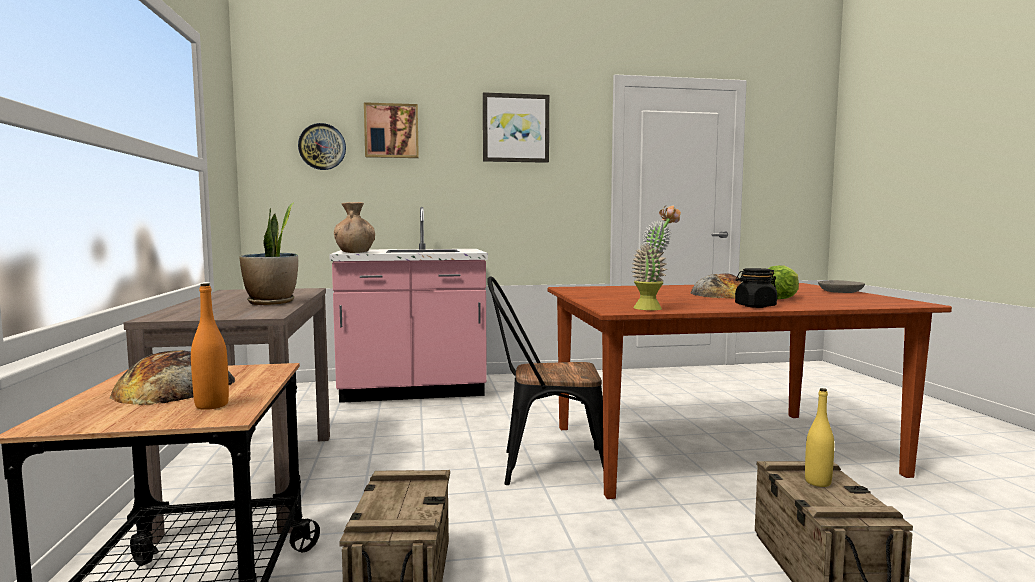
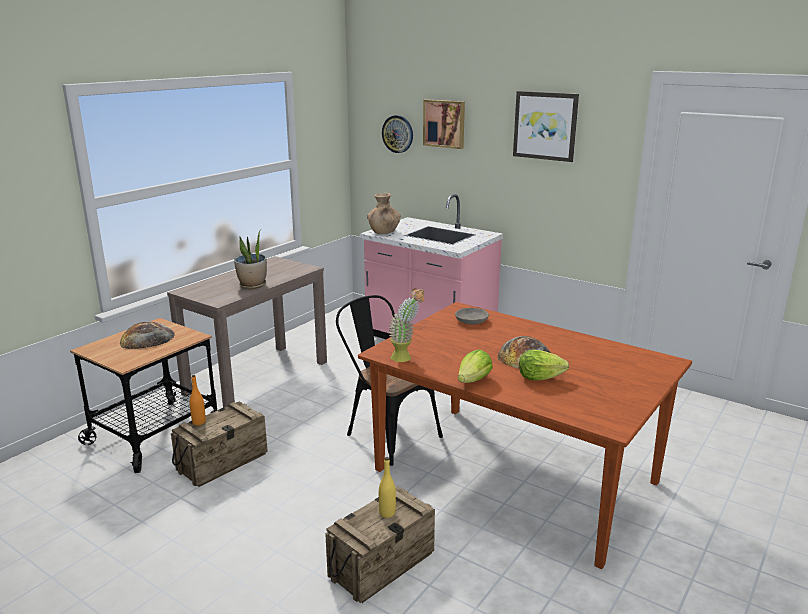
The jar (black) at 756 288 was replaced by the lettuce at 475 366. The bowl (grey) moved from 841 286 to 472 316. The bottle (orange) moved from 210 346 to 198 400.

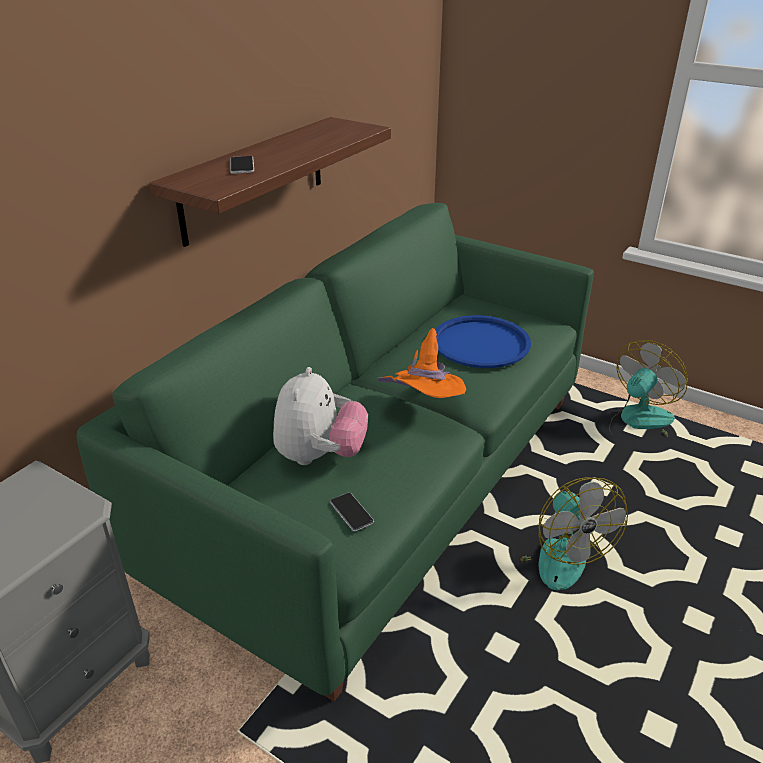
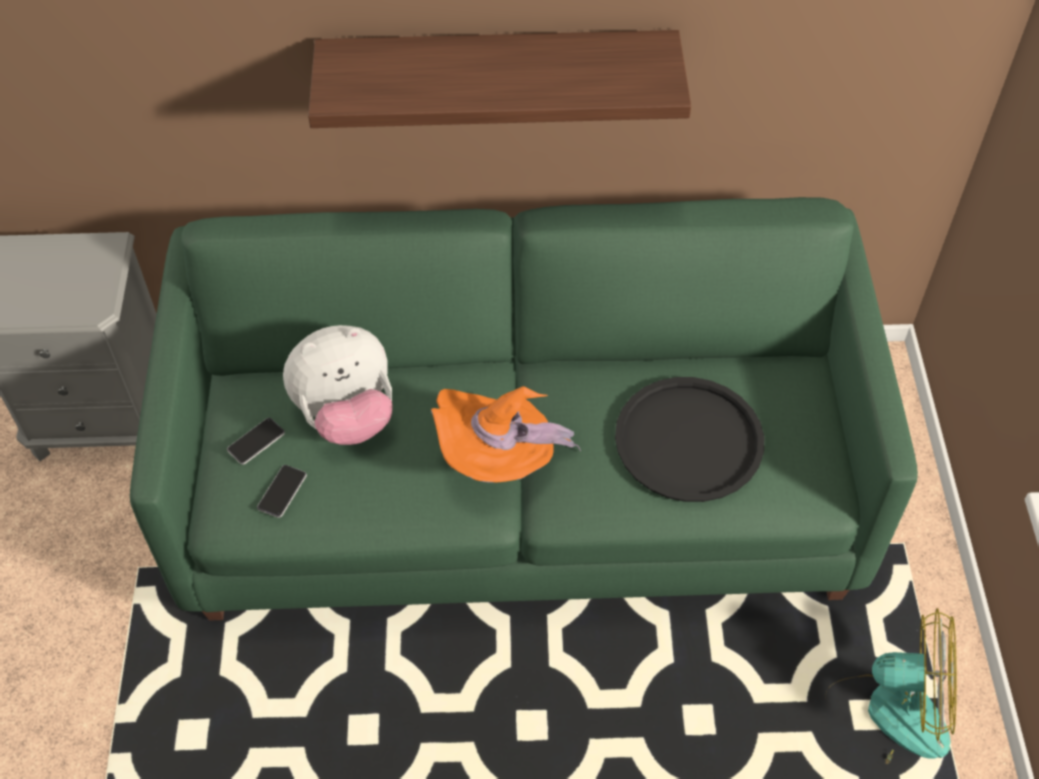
The phone moved from 242 165 to 256 441. The tray (blue) at 483 341 became the tray (black) at 689 439. The fan at 574 533 disappeared.

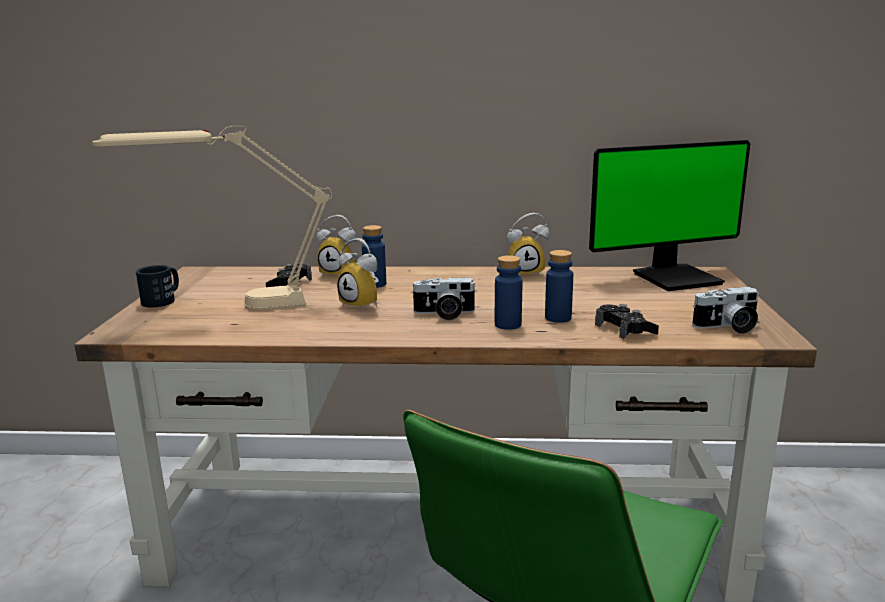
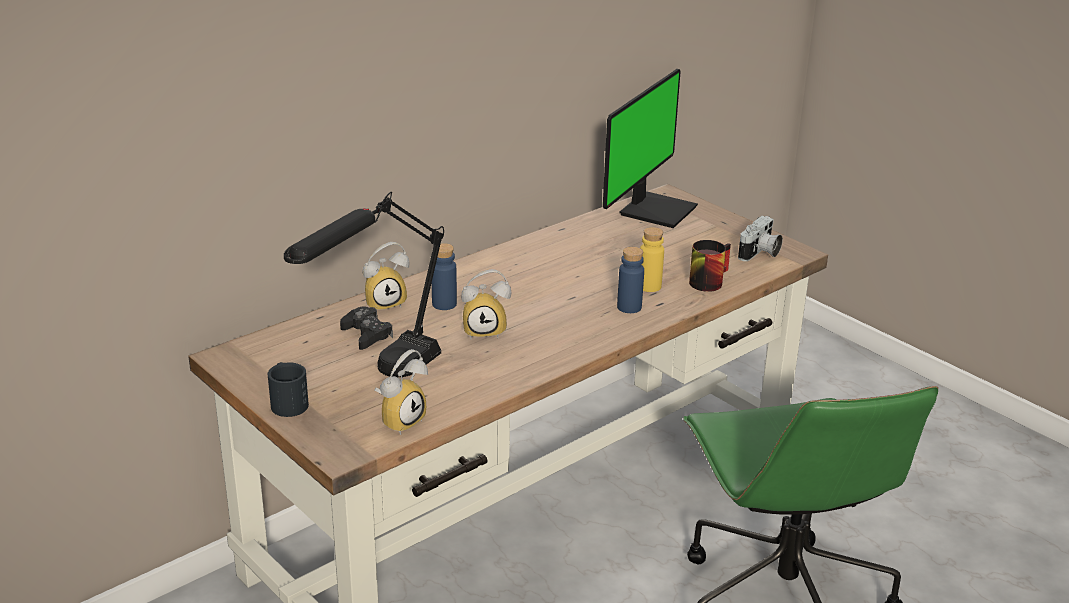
The table lamp (beige) at 212 218 became the table lamp (black) at 364 284. The alarm clock moved from 528 245 to 401 392. The bottle (blue) at 559 286 became the bottle (yellow) at 652 259. The photo camera at 444 298 disappeared. The game controller (black) at 627 321 was replaced by the mug at 710 266.

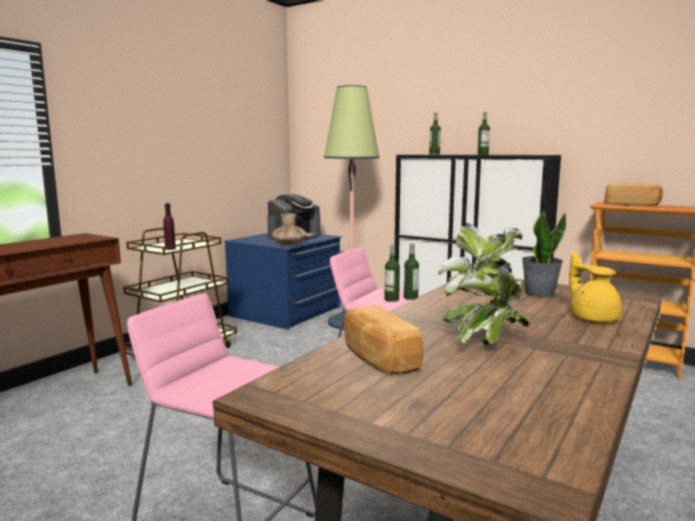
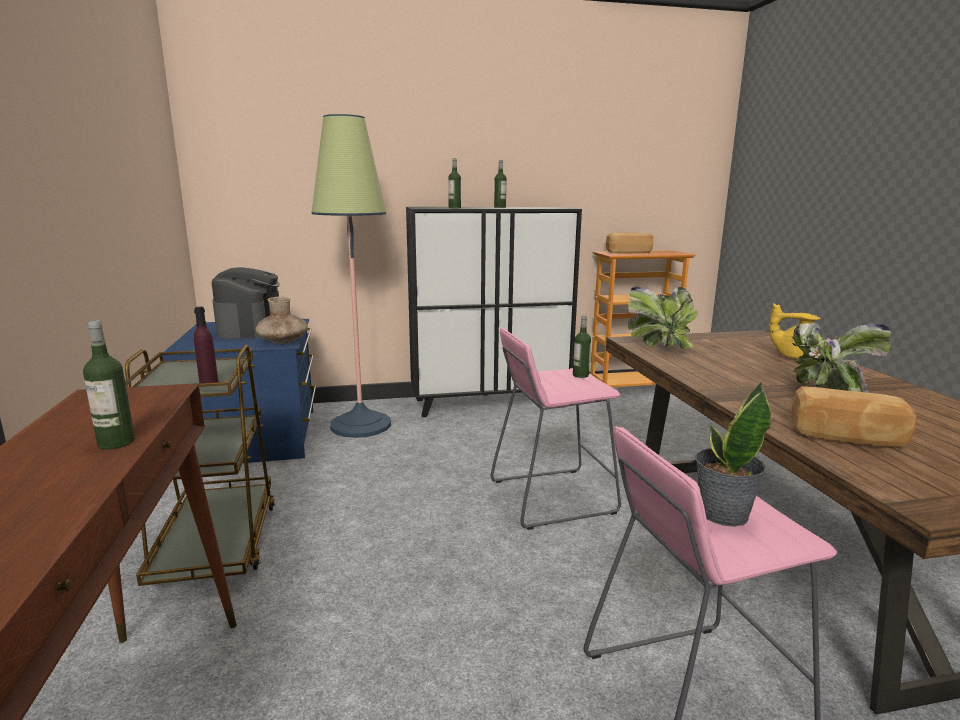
The potted plant moved from 544 254 to 733 454. The bottle moved from 392 273 to 109 385.

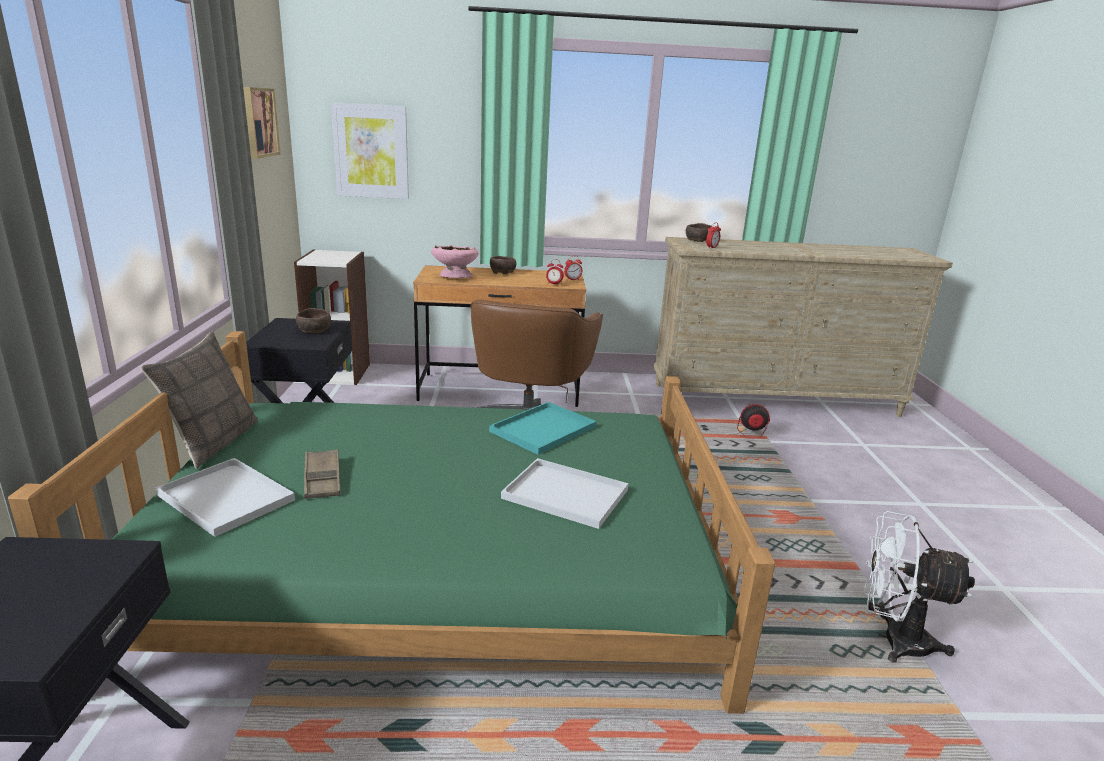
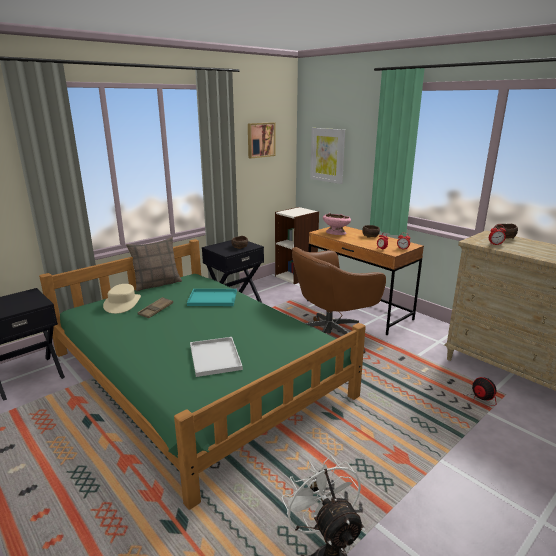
The tray (turquoise) moved from 543 428 to 212 297. The tray (white) at 225 497 was replaced by the hat (beige) at 122 299.

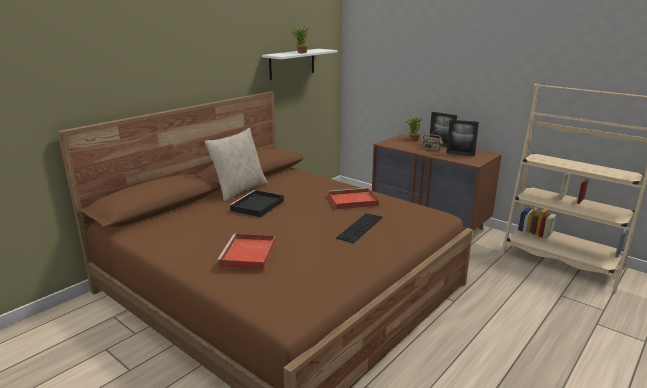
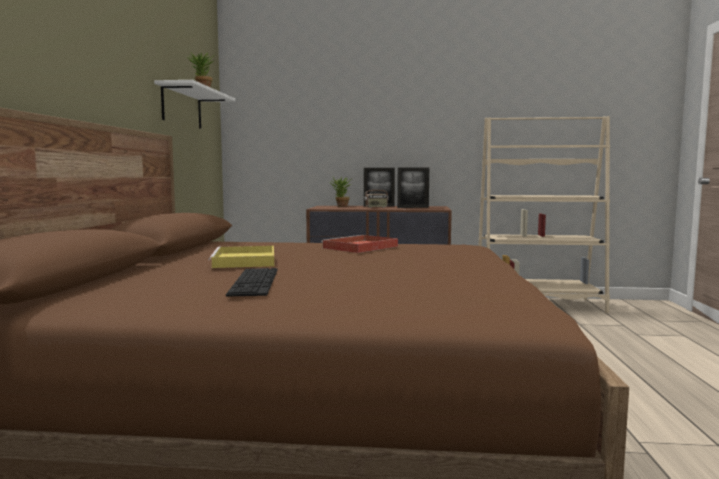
The pillow (beige) at 236 164 disappeared. The tray (black) at 256 203 became the tray (yellow) at 241 257. The keyboard moved from 359 228 to 252 282. The tray (red) at 246 251 disappeared.

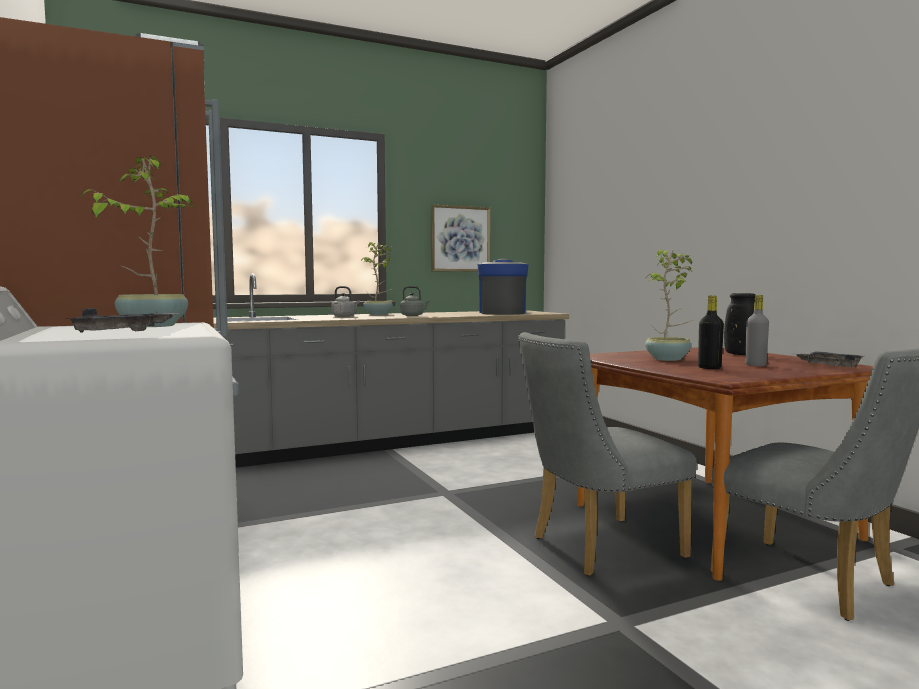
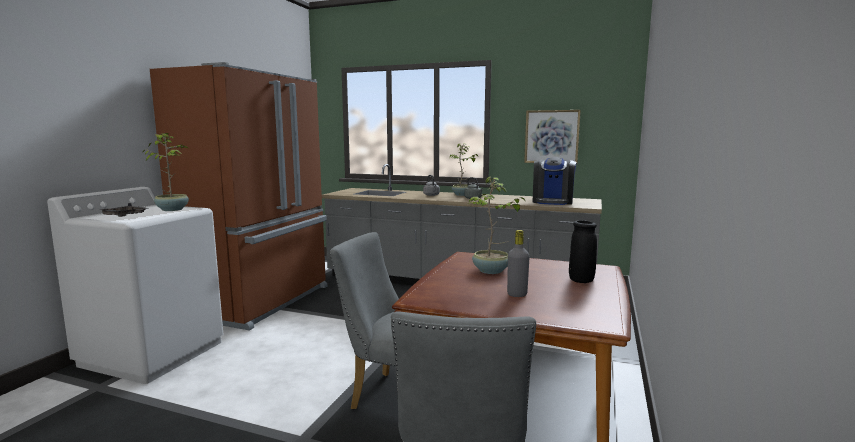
The coffee machine at 503 287 turned 150 degrees clockwise. The bottle (black) at 711 332 disappeared. The tray (grey) at 829 359 disappeared.

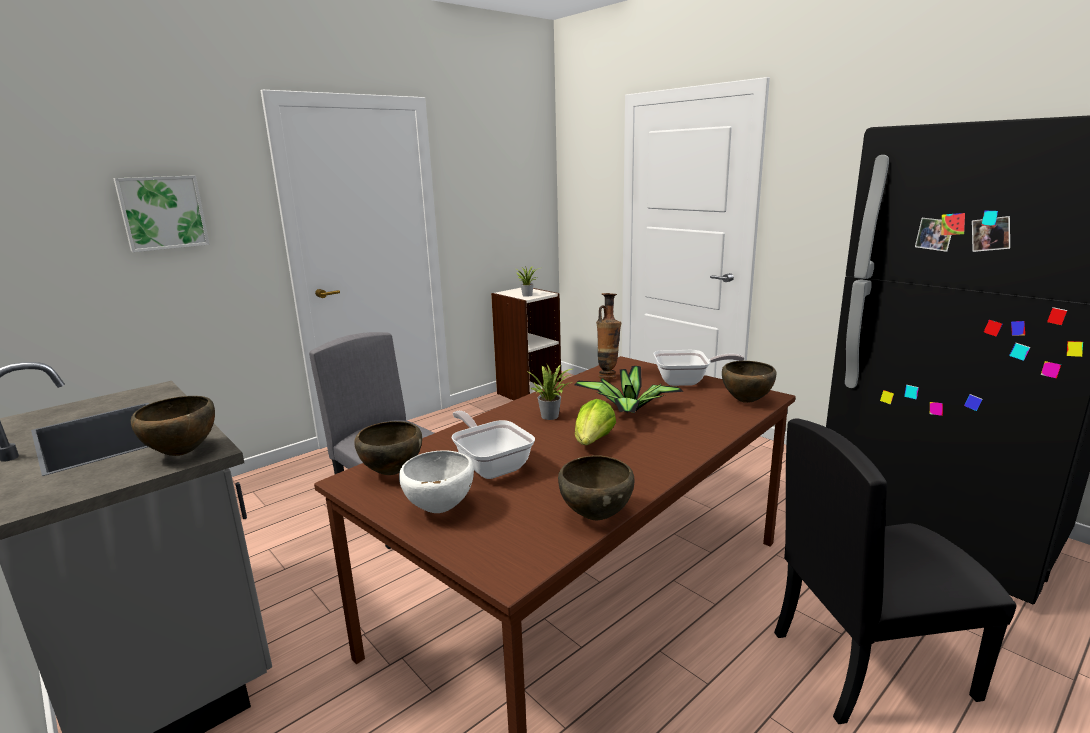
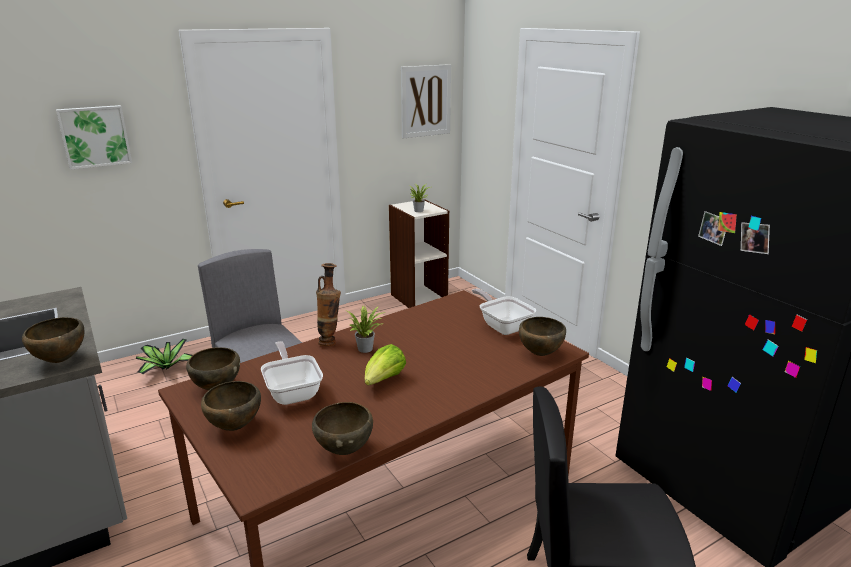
The vase moved from 608 336 to 328 304. The frying pan at 699 368 turned 135 degrees counterclockwise. The potted plant moved from 629 389 to 164 356. The bowl (white) at 436 482 became the bowl (brown) at 231 406. The picture at 426 101 appeared.

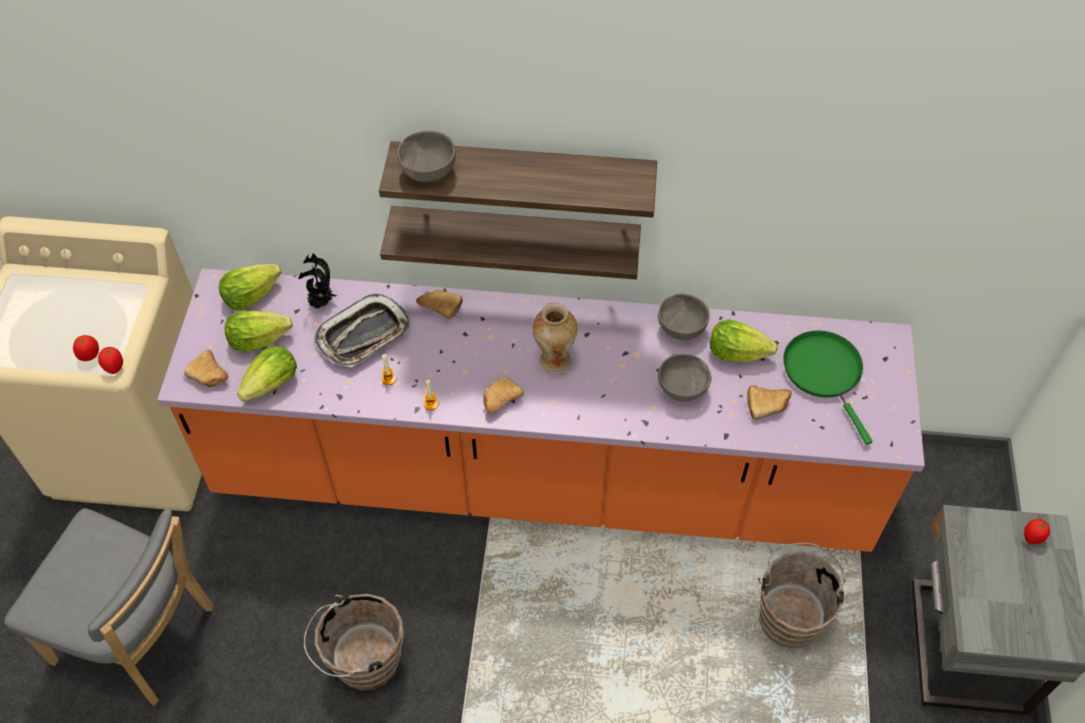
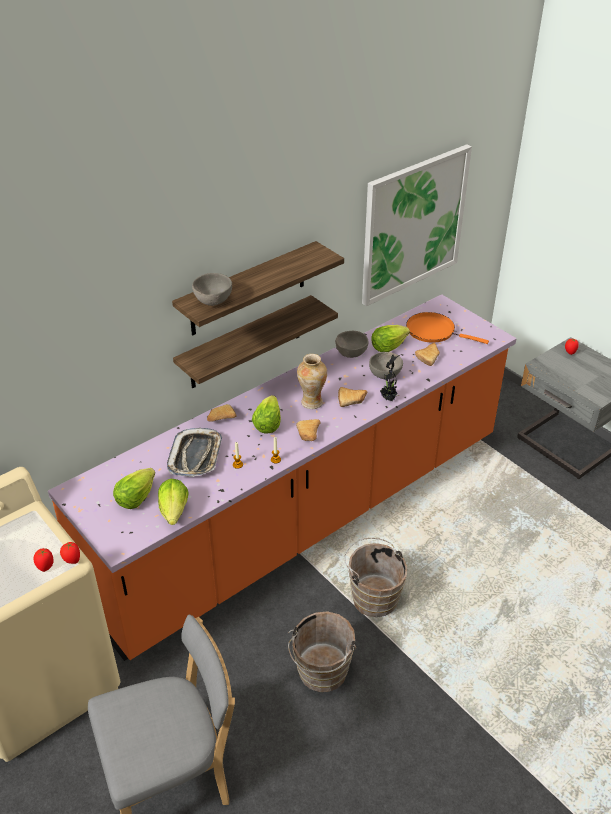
The potted plant moved from 317 281 to 390 378. The lettuce moved from 250 287 to 266 414. The frying pan (green) at 828 388 became the frying pan (orange) at 447 328. The bread moved from 206 368 to 352 397. The bucket (brown) moved from 804 596 to 375 577. The picture at 417 225 appeared.

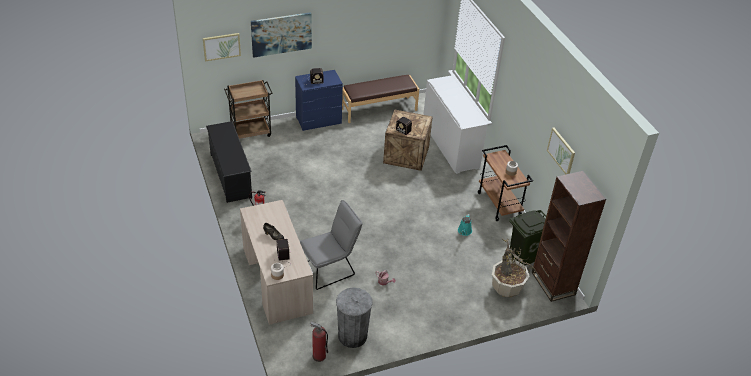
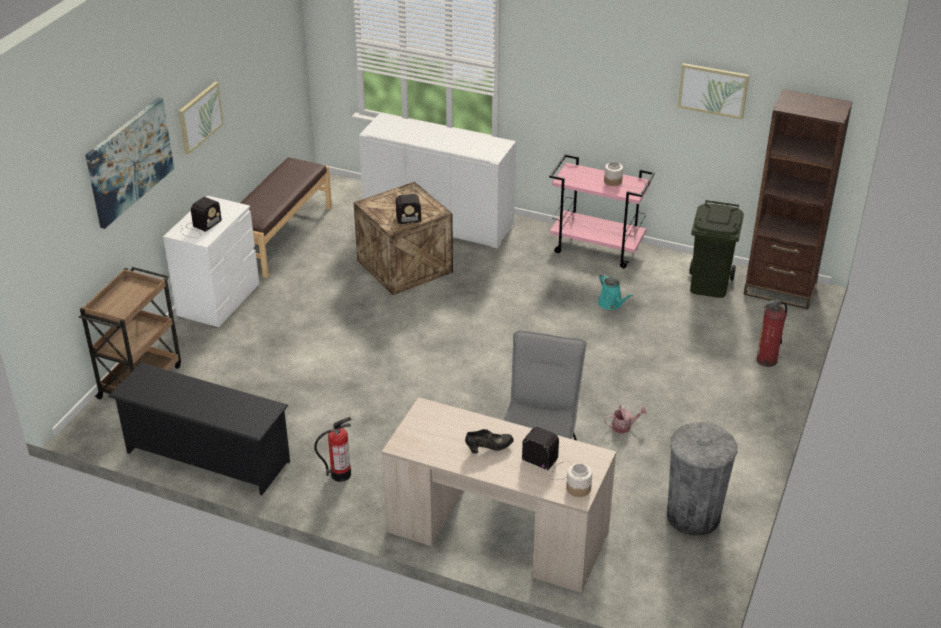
The picture moved from 222 47 to 201 118. The dresser (blue) at 319 100 became the dresser (white) at 211 262. The cart (brown) at 505 183 became the cart (pink) at 602 211. The potted plant at 513 268 disappeared. The fire extinguisher moved from 319 341 to 771 333.

